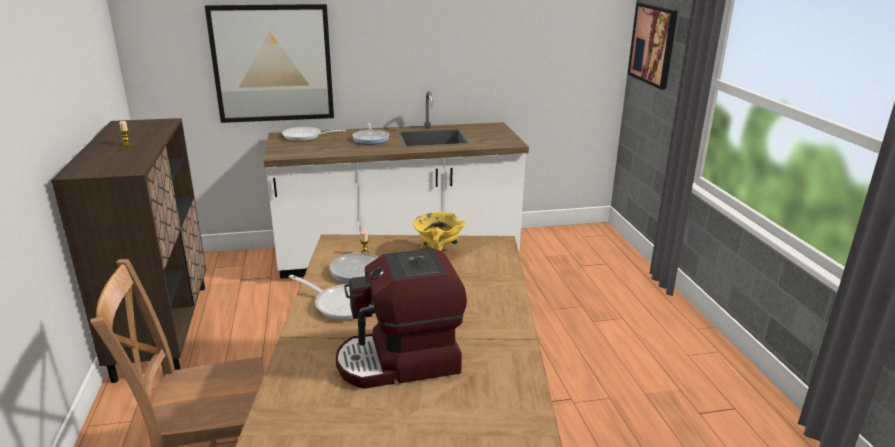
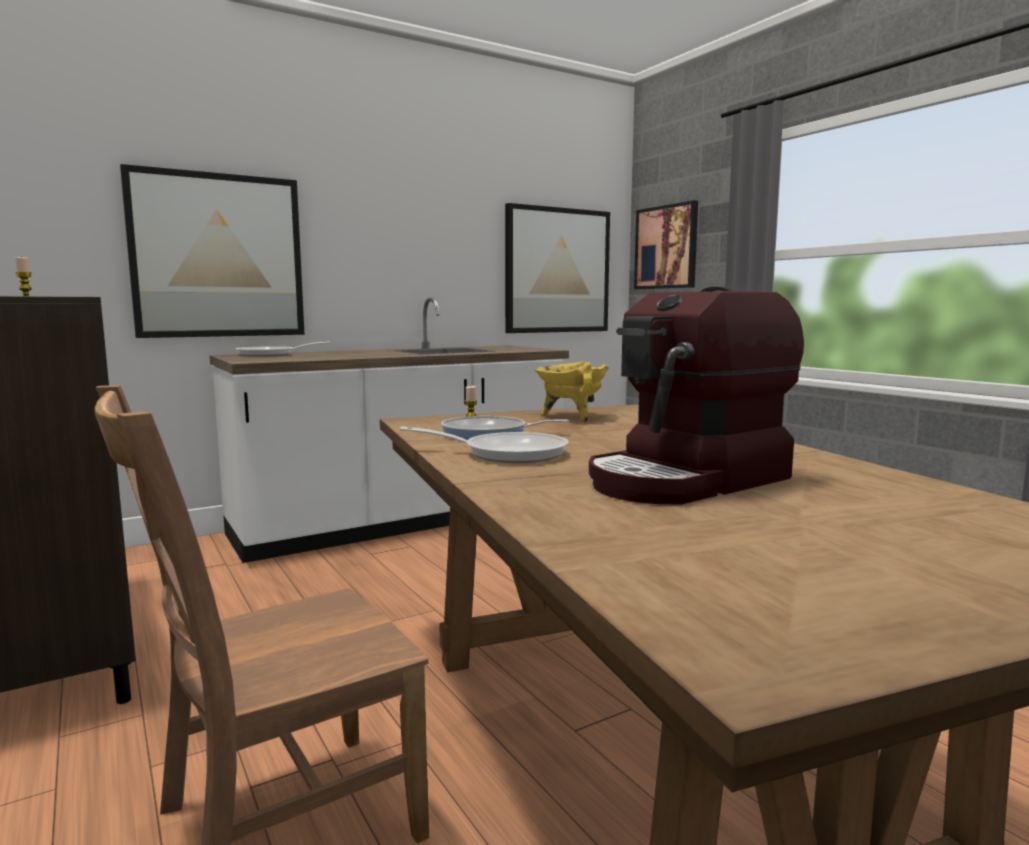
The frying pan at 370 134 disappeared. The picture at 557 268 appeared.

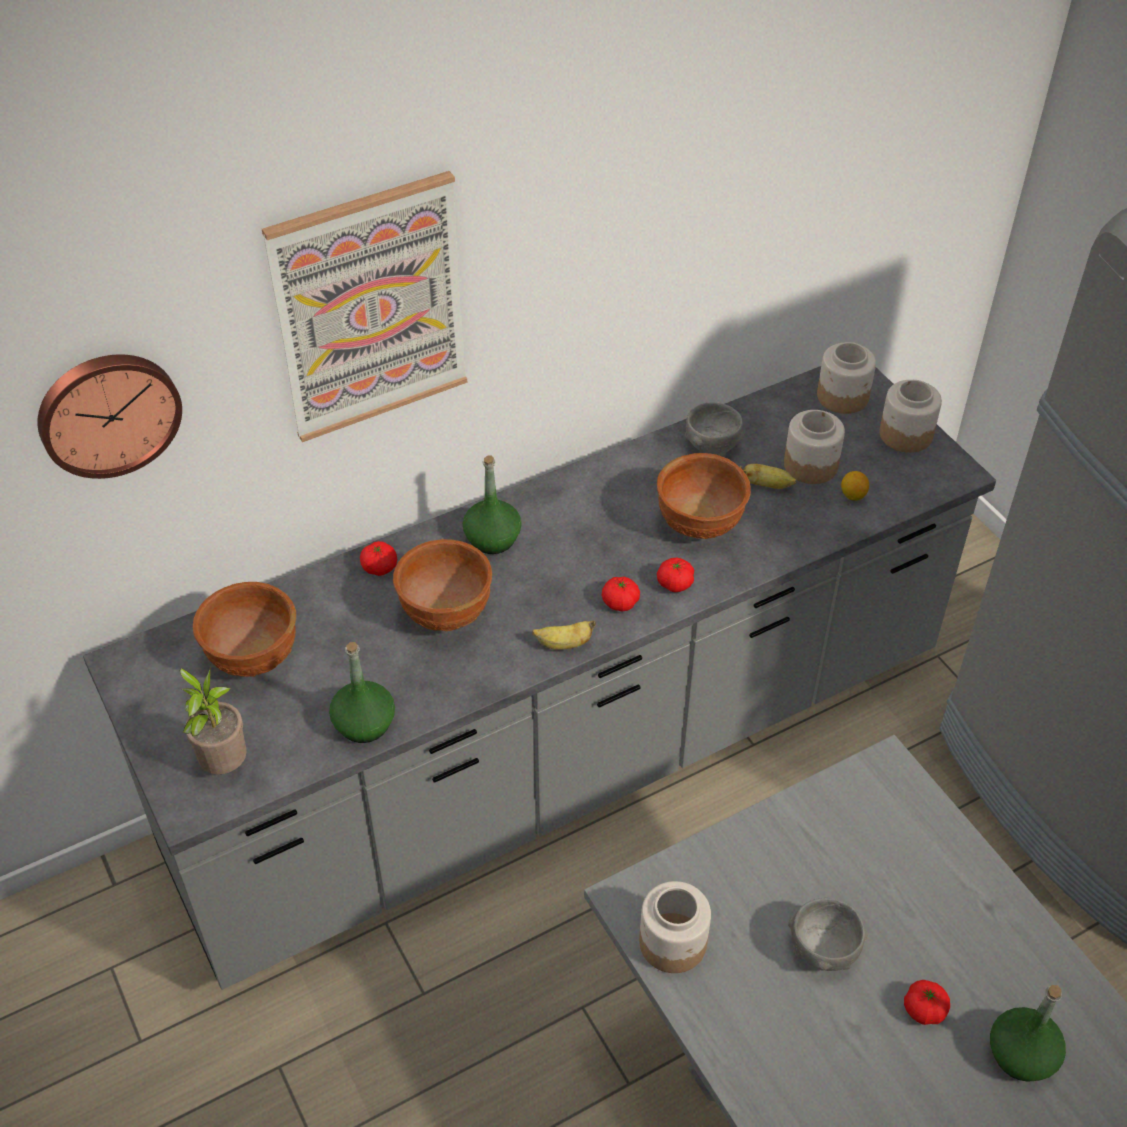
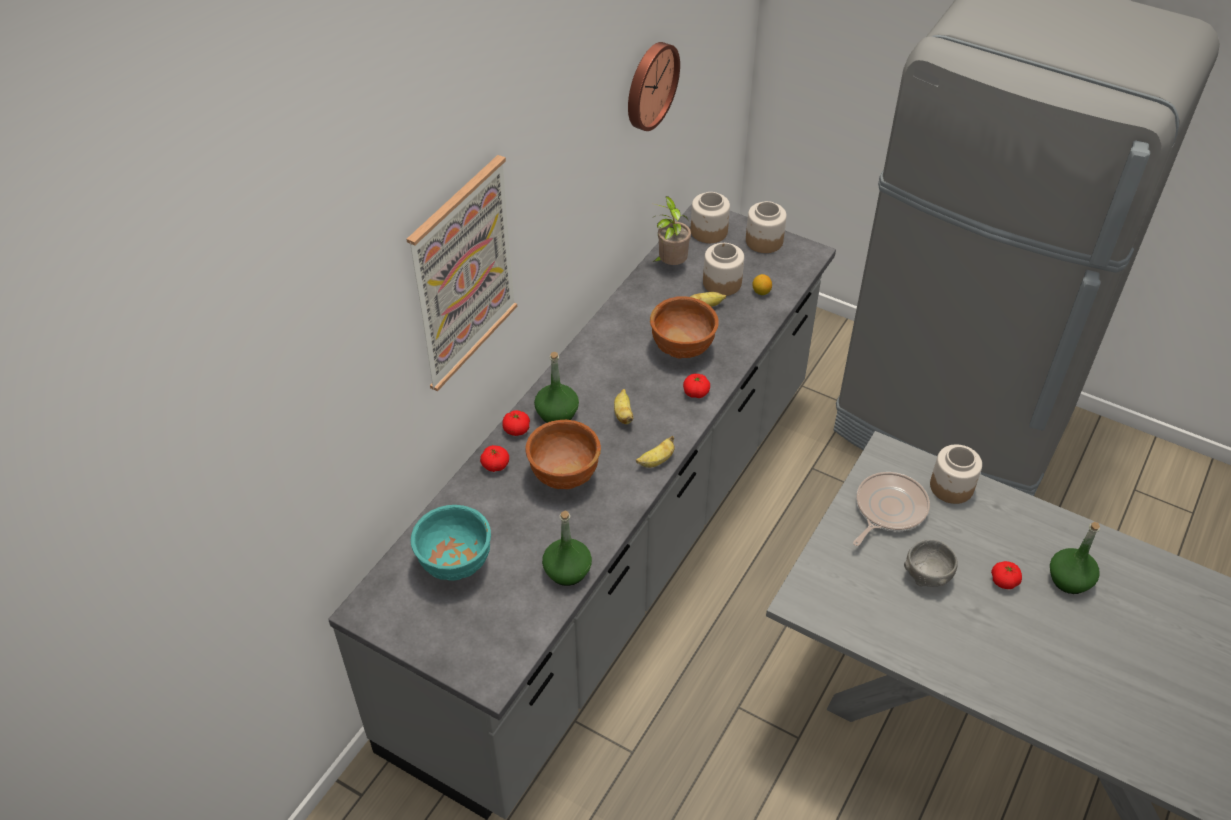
The wall clock moved from 109 417 to 654 86. The bowl (grey) at 714 430 disappeared. The tomato moved from 621 594 to 516 423. The bowl (brown) at 244 629 became the bowl (turquoise) at 451 543. The potted plant moved from 213 719 to 672 230. The jar moved from 675 927 to 956 474. The banana at 624 406 appeared. The frying pan at 891 509 appeared.

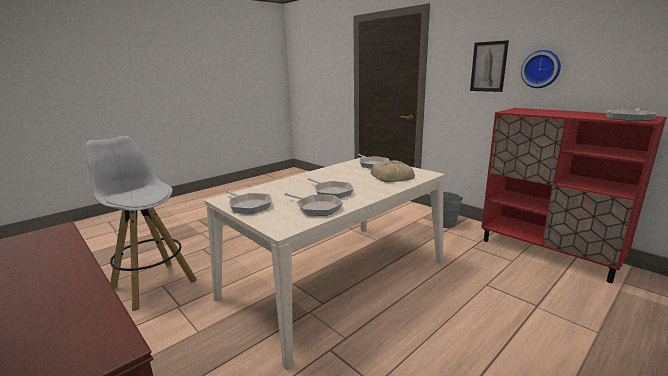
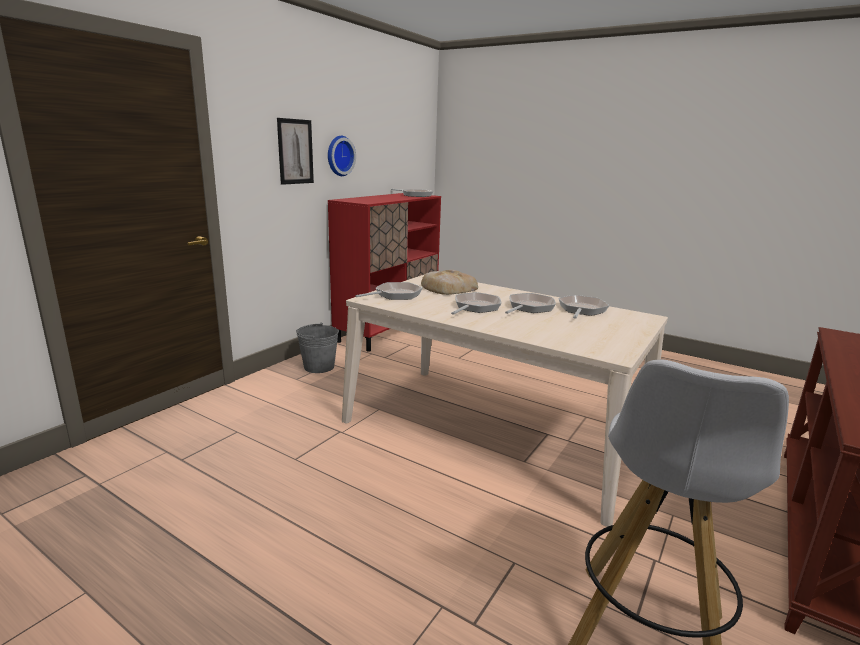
The frying pan moved from 249 202 to 476 303.

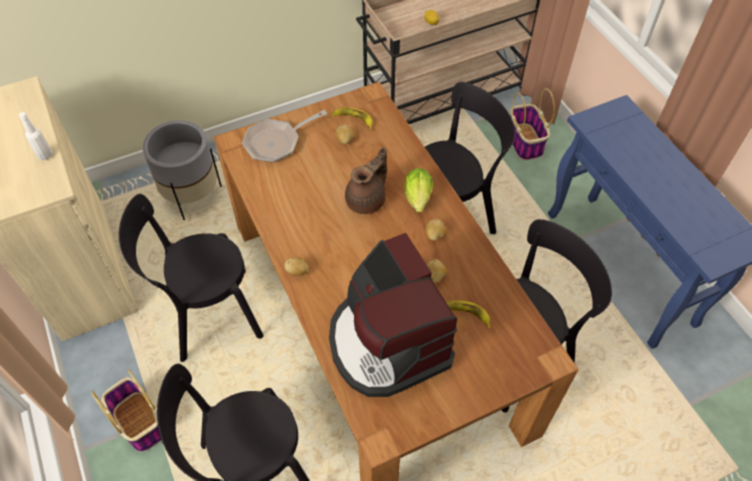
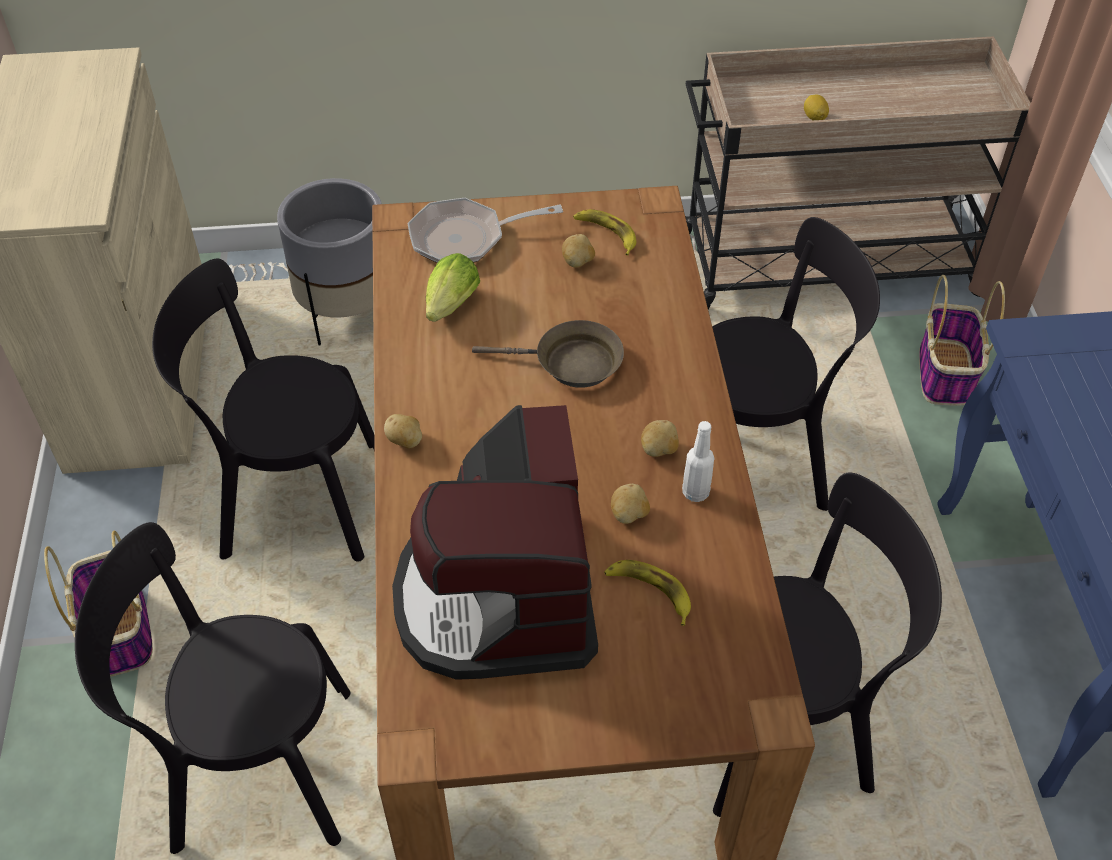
The bottle (white) moved from 35 136 to 698 461. The teapot (brown) at 366 180 was replaced by the frying pan (brown) at 548 354. The lettuce moved from 418 190 to 453 287.

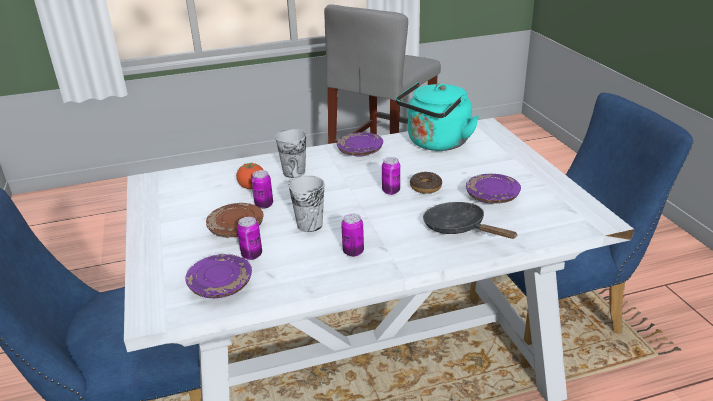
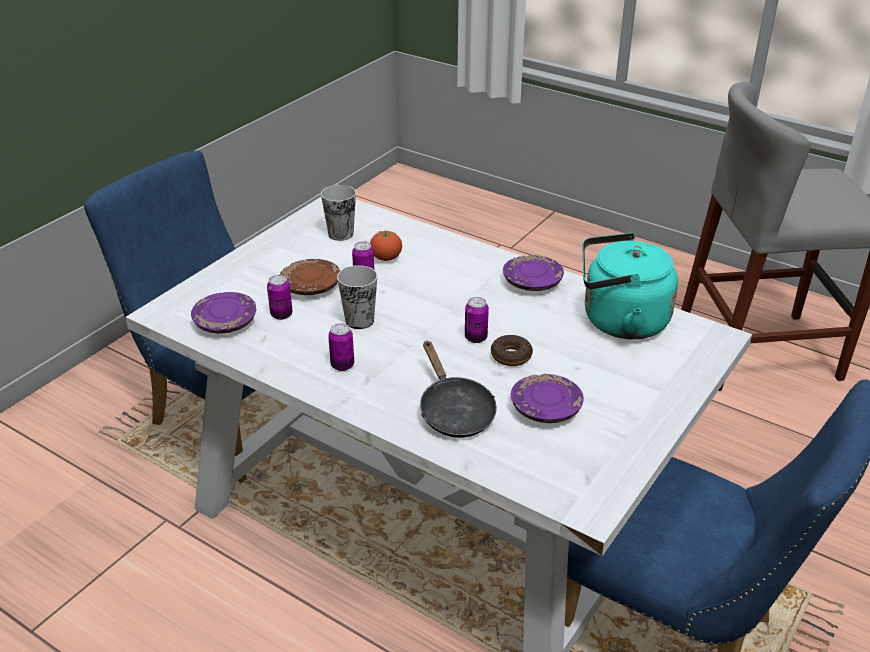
The cup moved from 290 153 to 338 213. The frying pan (black) at 470 220 turned 150 degrees clockwise.

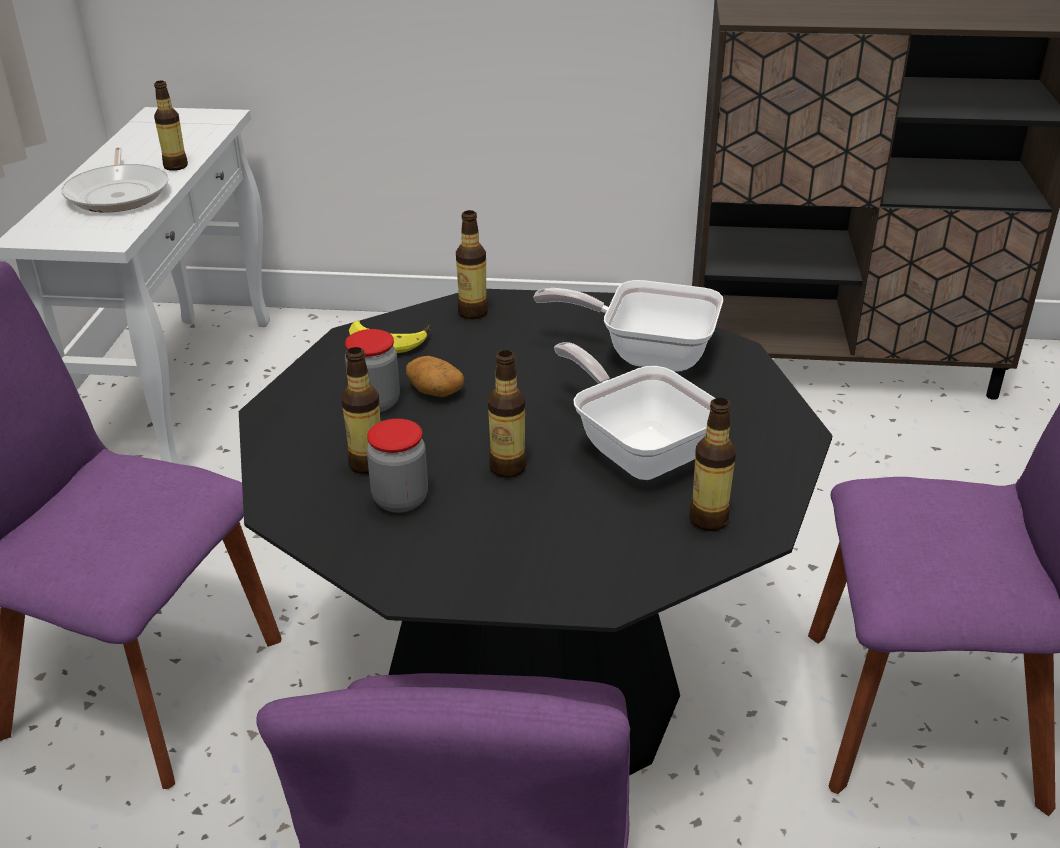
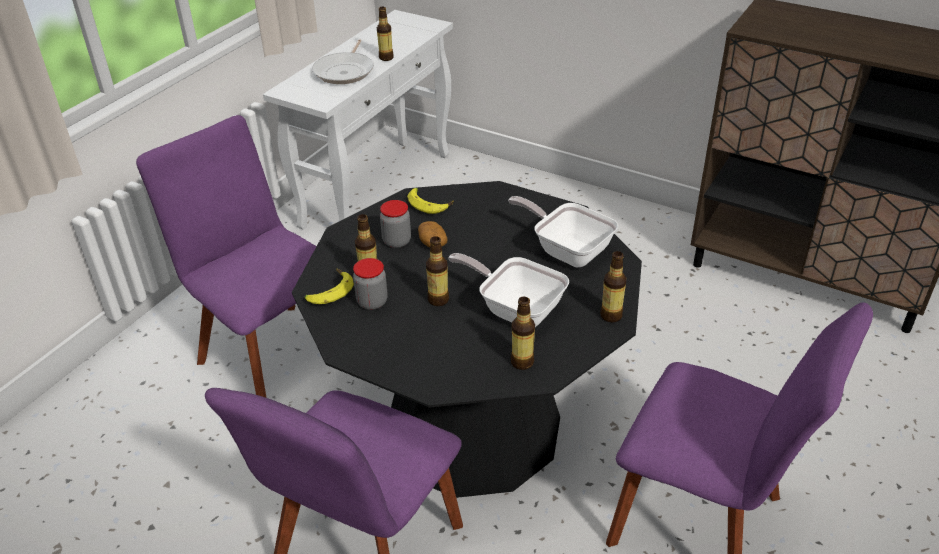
The bottle moved from 472 264 to 613 286. The frying pan at 634 411 turned 45 degrees counterclockwise. The banana at 329 286 appeared.

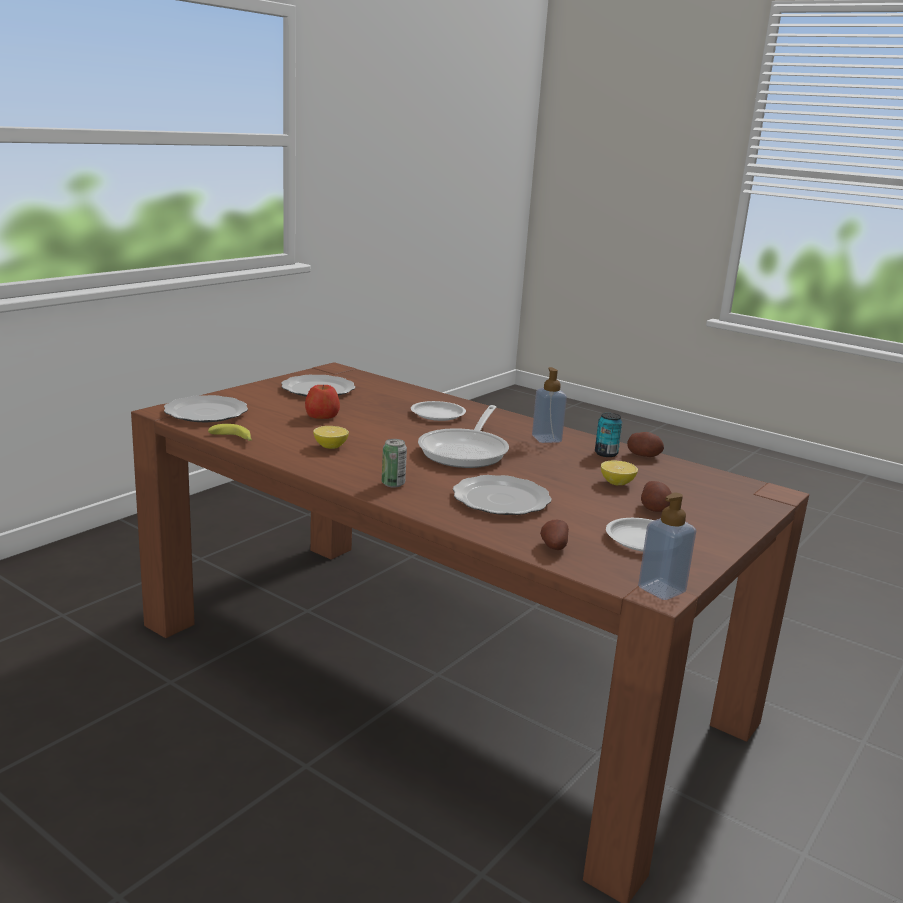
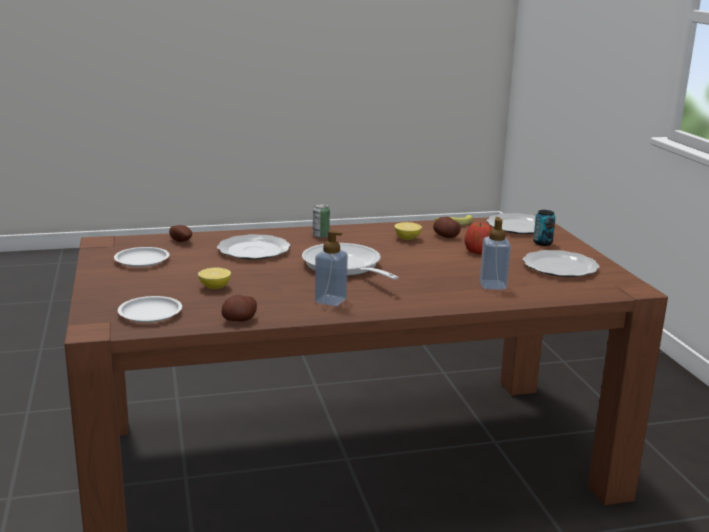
The plate (white) moved from 438 411 to 150 309. The can moved from 608 435 to 544 228. The potato moved from 656 496 to 447 227. The soap dispenser moved from 667 546 to 495 253.

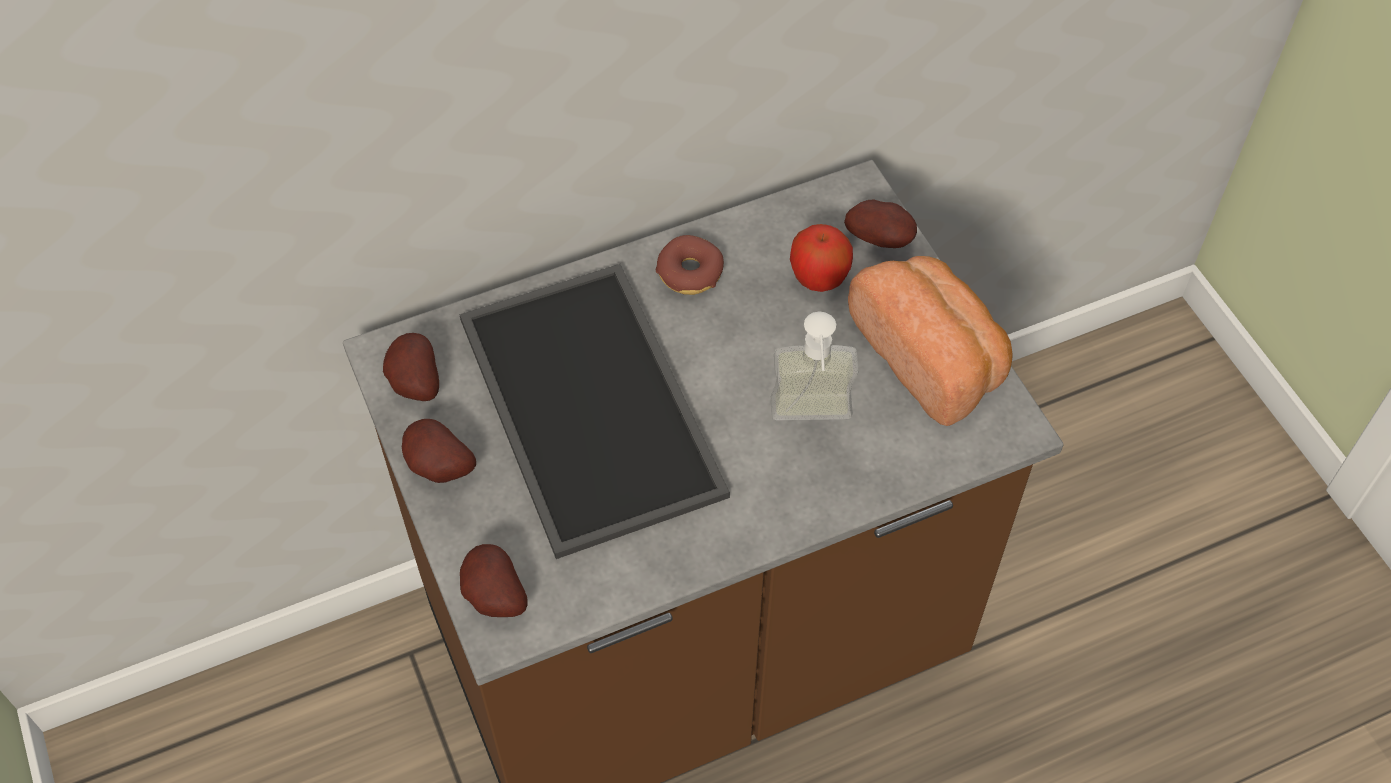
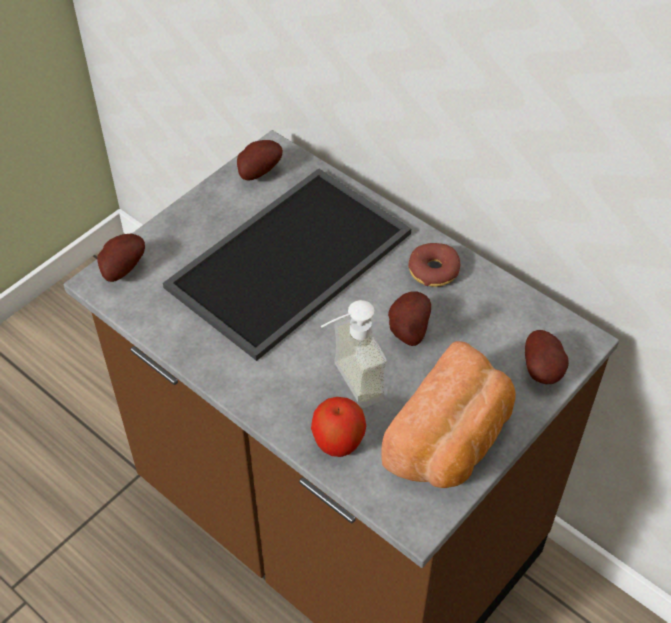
The apple moved from 821 258 to 338 427. The potato moved from 439 451 to 409 319.

